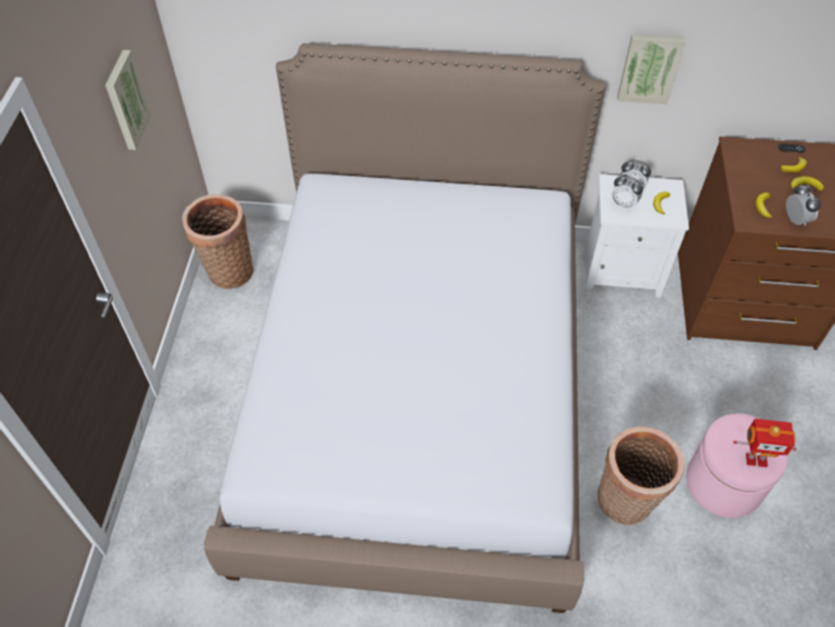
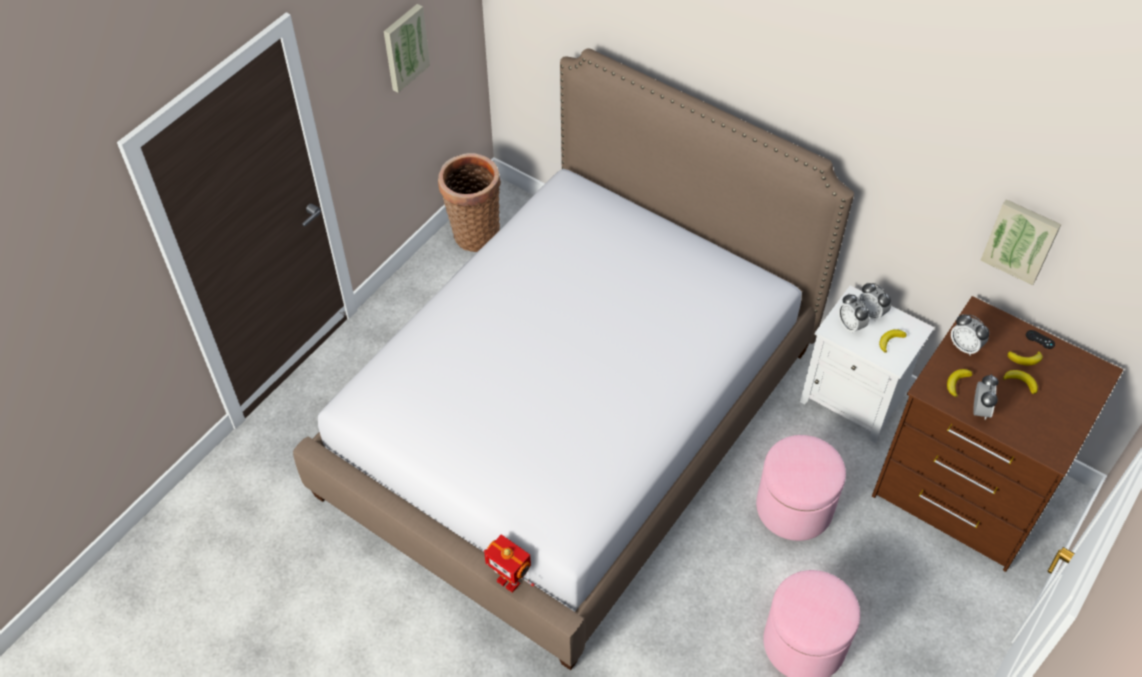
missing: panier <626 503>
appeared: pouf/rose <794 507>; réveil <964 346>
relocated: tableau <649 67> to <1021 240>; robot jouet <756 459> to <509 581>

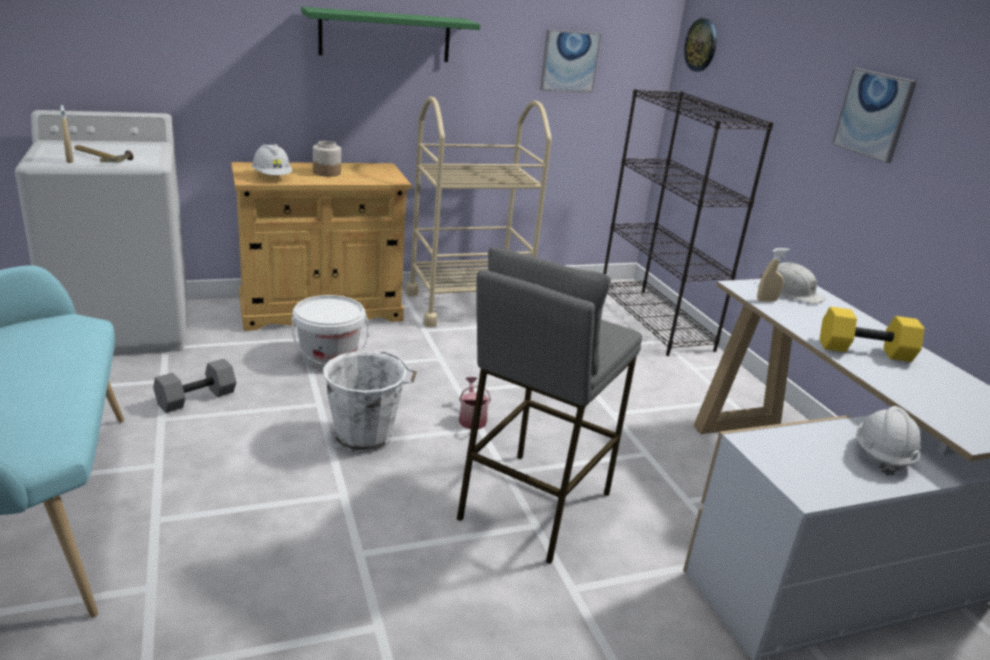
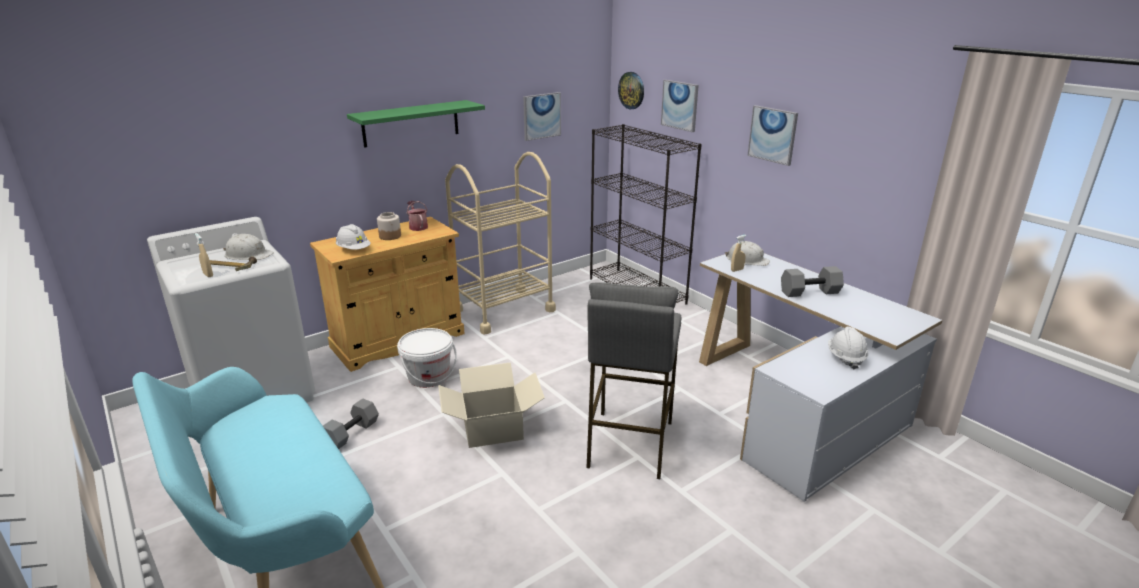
appeared: casque de chantier/blanc <248 255>; tableau <680 105>
relocated: arrosoir <472 418> to <417 226>
exchanged: seau/blanc <366 437> to carton <492 429>
colour: haltère/jaune <864 351> to haltère/gris <809 293>

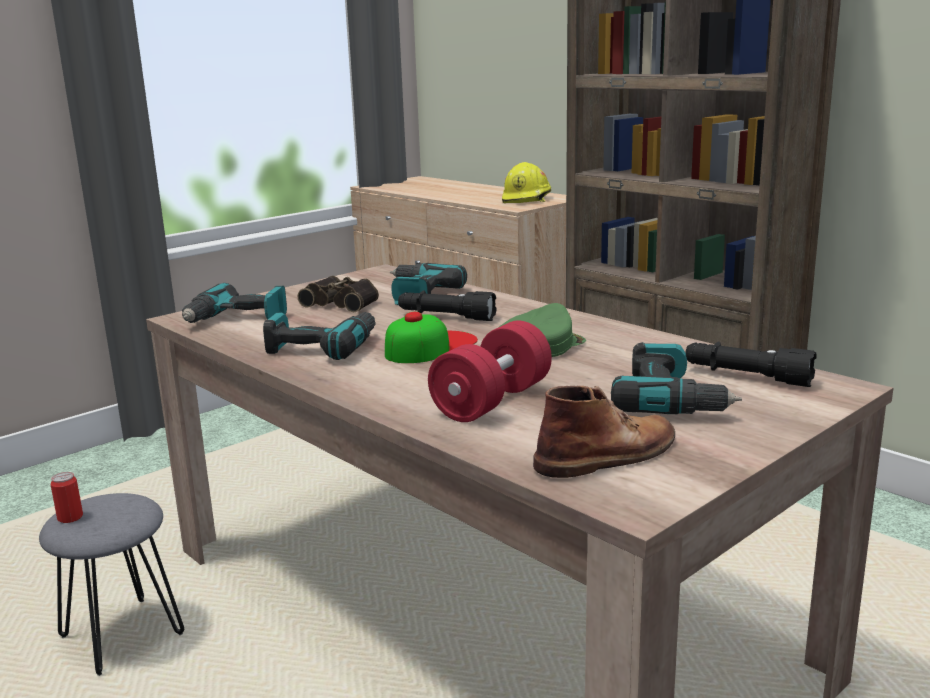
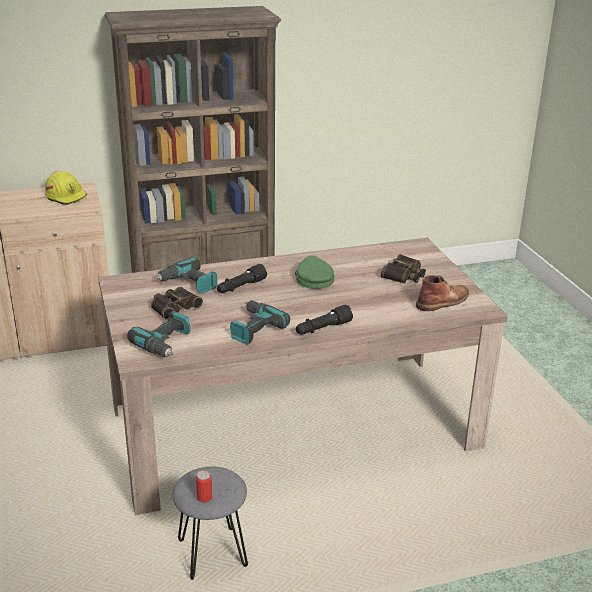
missing: casquette <430 346>; haltère/rouge <492 401>
relocated: lampe de poche/noir <746 377> to <323 329>
exchanged: perceuse <670 400> to jumelles <404 275>
spun: botte/marron <609 455> = <443 301> 60 degrees clockwise

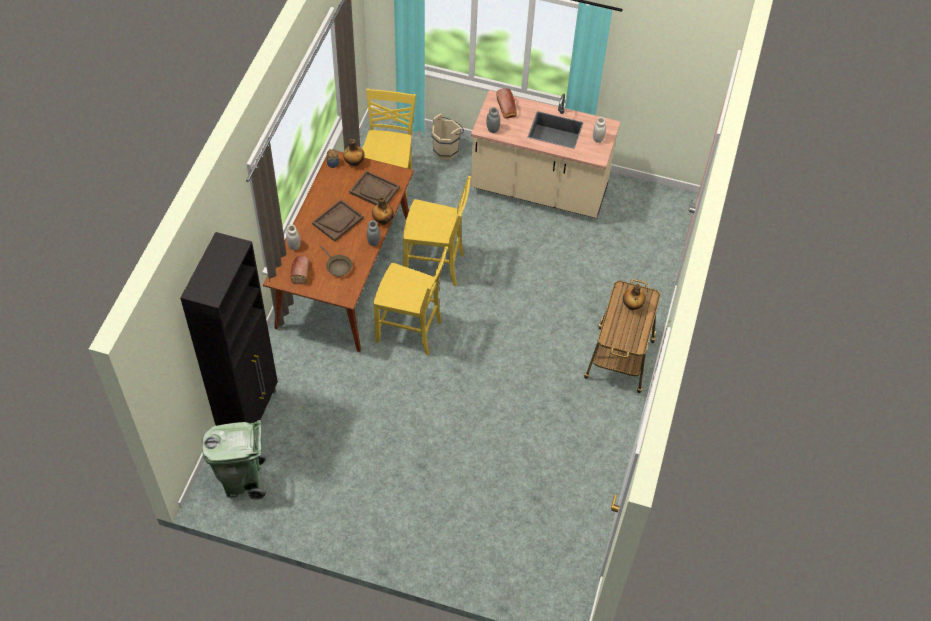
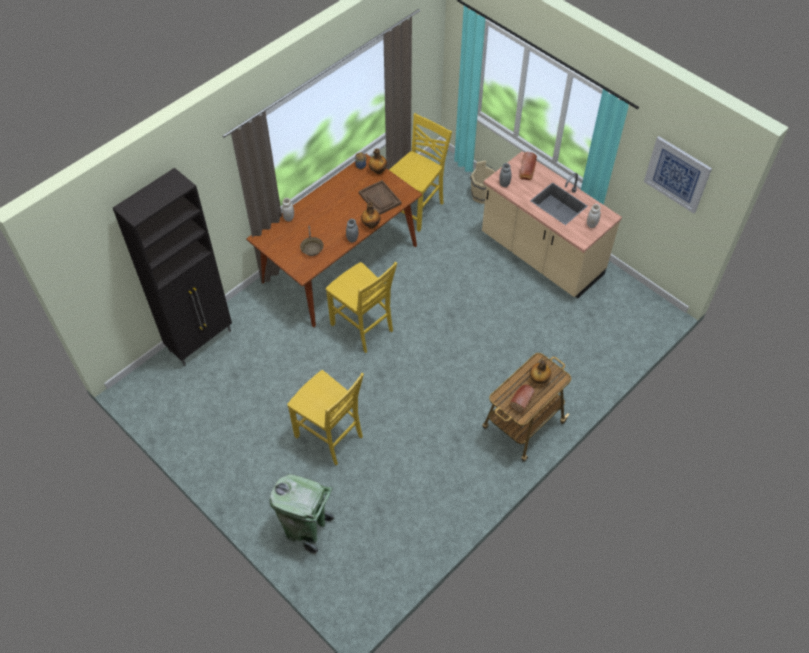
missing: plateau/marron <338 221>
appeared: tableau <677 174>
relocated: poubelle/vert <243 480> to <306 529>; pain <300 272> to <522 400>; chaise/jaune <435 266> to <330 437>

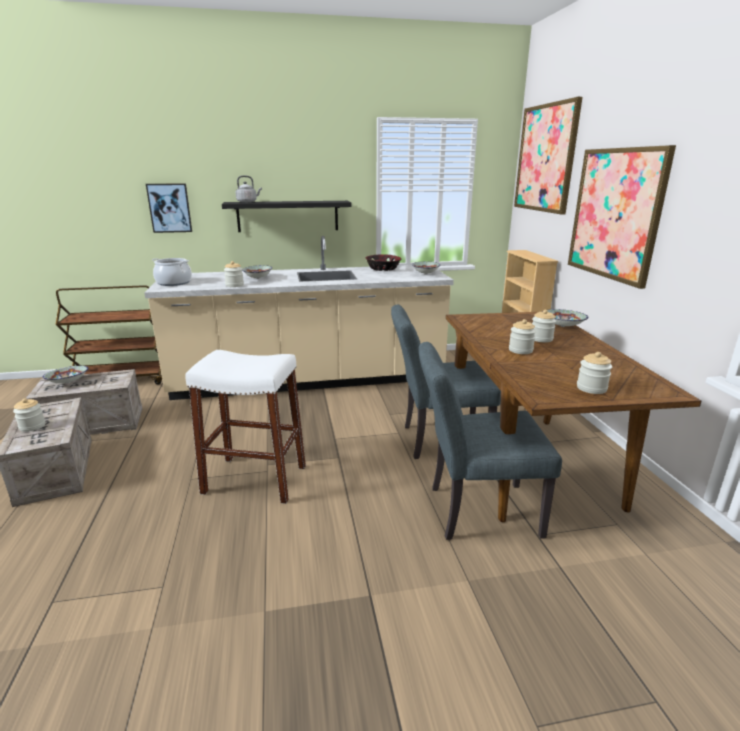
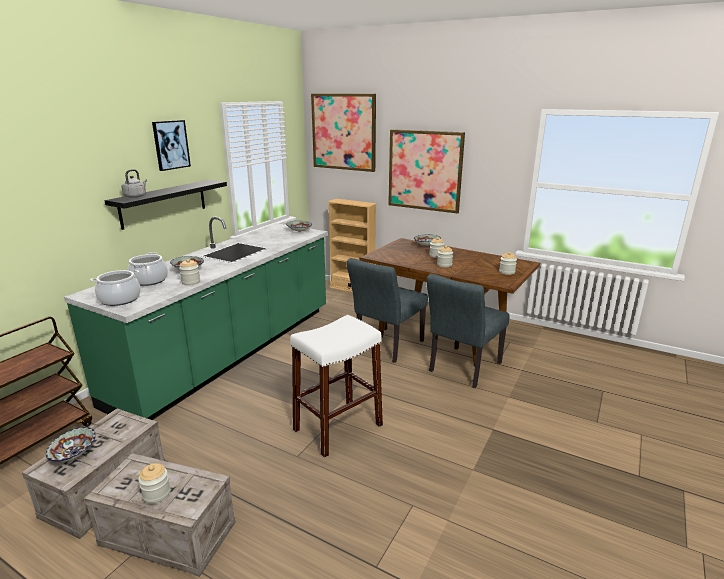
missing: bol <383 269>
appeared: marmite <149 280>
relocated: tableau <169 208> to <170 145>
colour: comptoir de cuisine/beige <309 380> to comptoir de cuisine/vert <231 352>

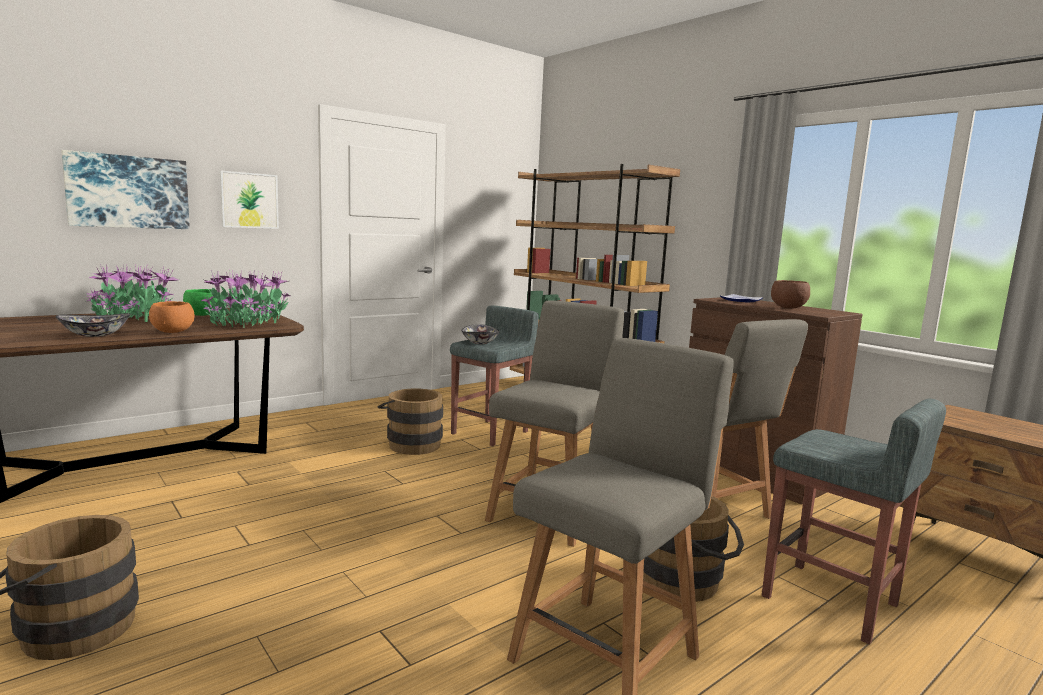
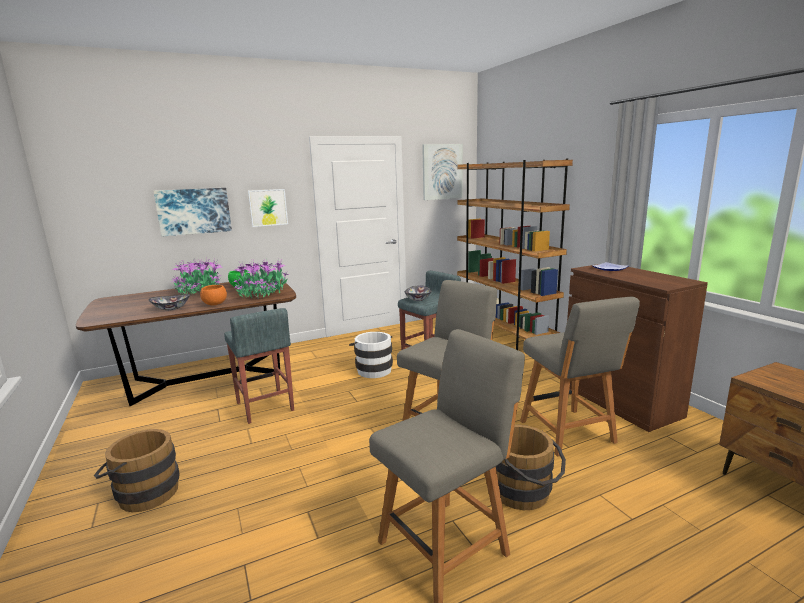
missing: bol/marron <788 308>
appeared: tableau <442 172>
relocated: tabouret/gris <831 602> to <265 407>
colour: seau/marron <411 444> to seau/blanc <373 369>

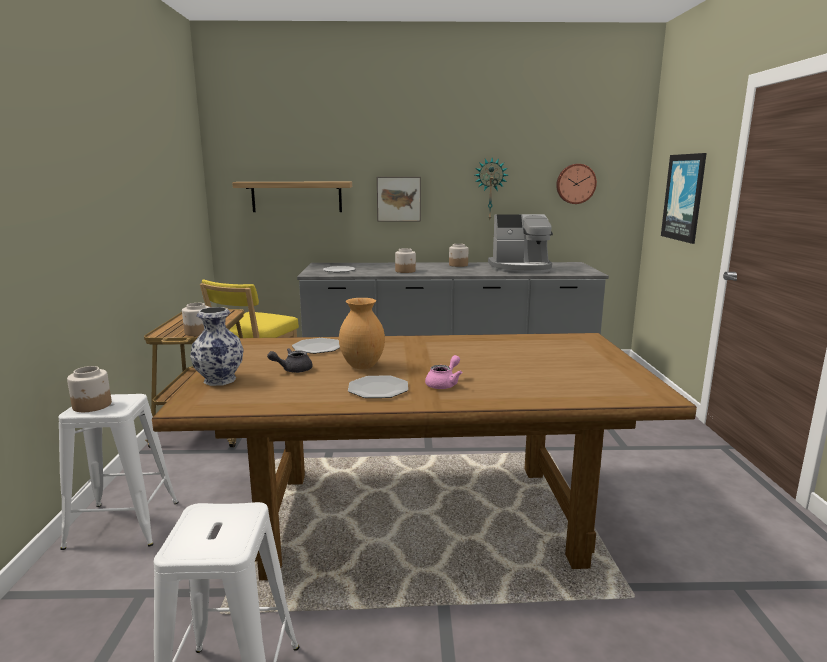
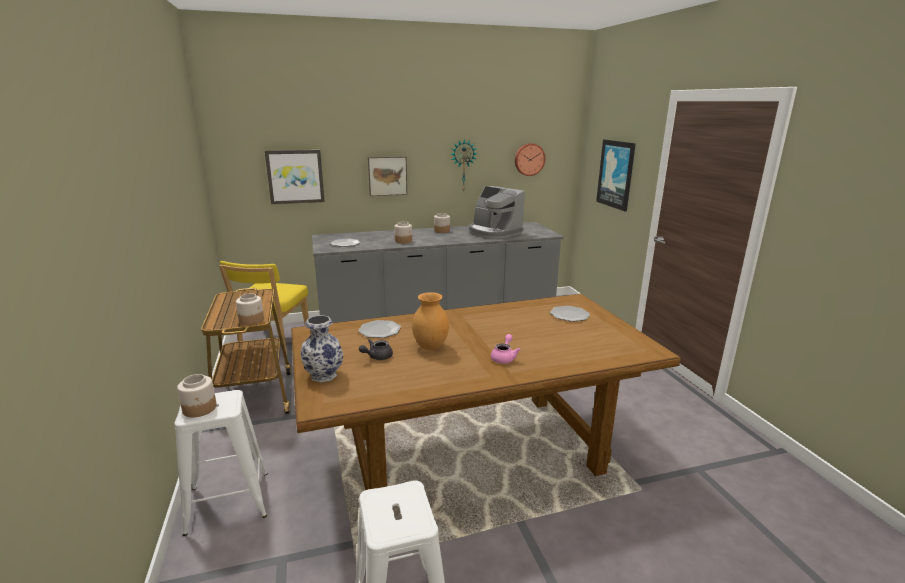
relocated: assiette <378 389> to <569 315>
exchanged: étagère <296 197> to tableau <295 176>
spun: machine à café <520 268> = <494 232> 60 degrees clockwise

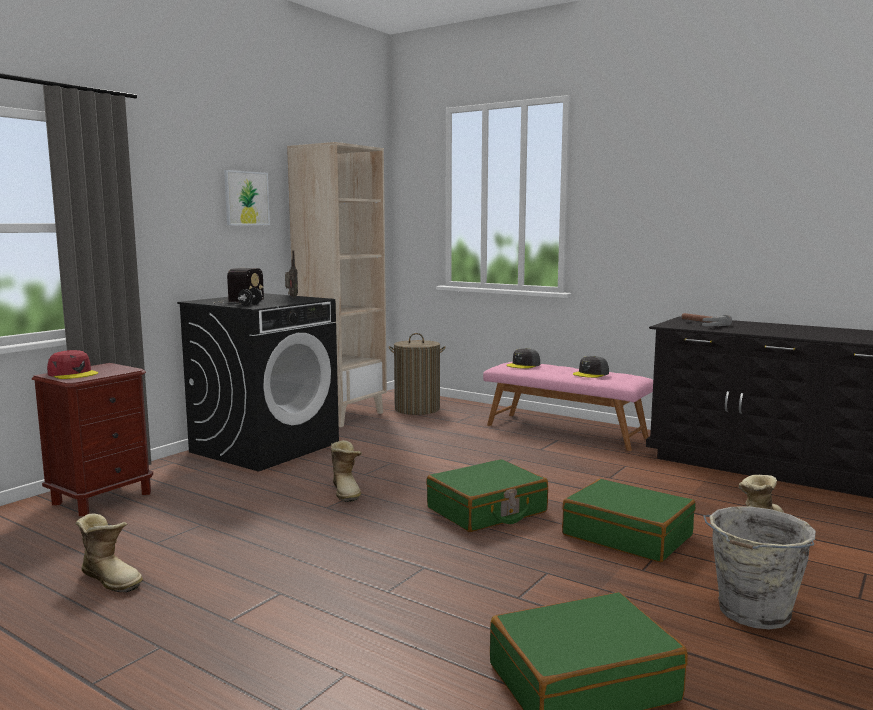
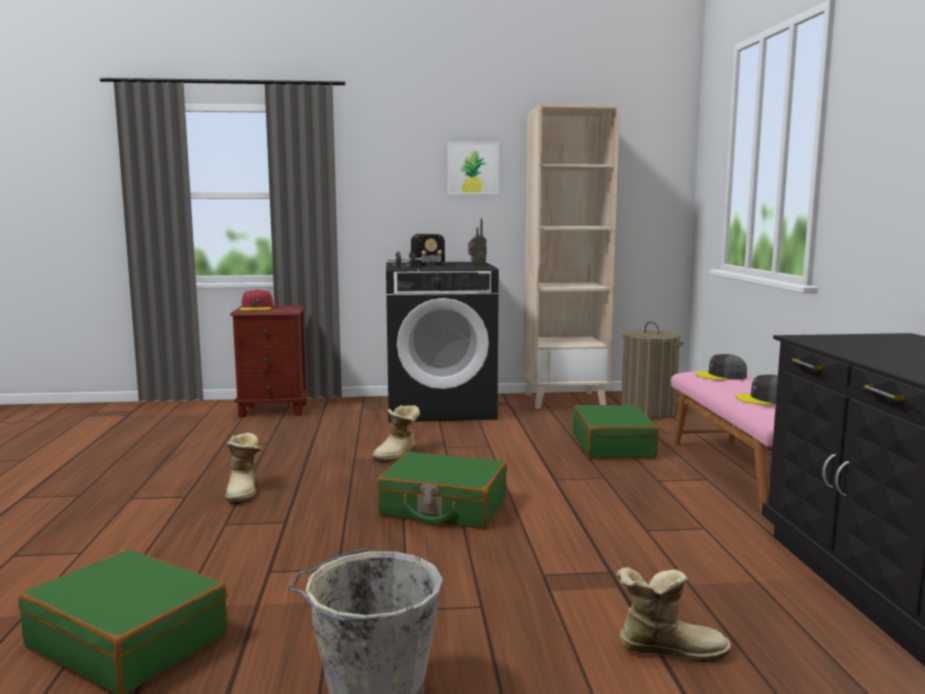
missing: marteau <699 324>
relocated: botte <112 578> to <244 491>; valise/vert <627 535> to <613 446>

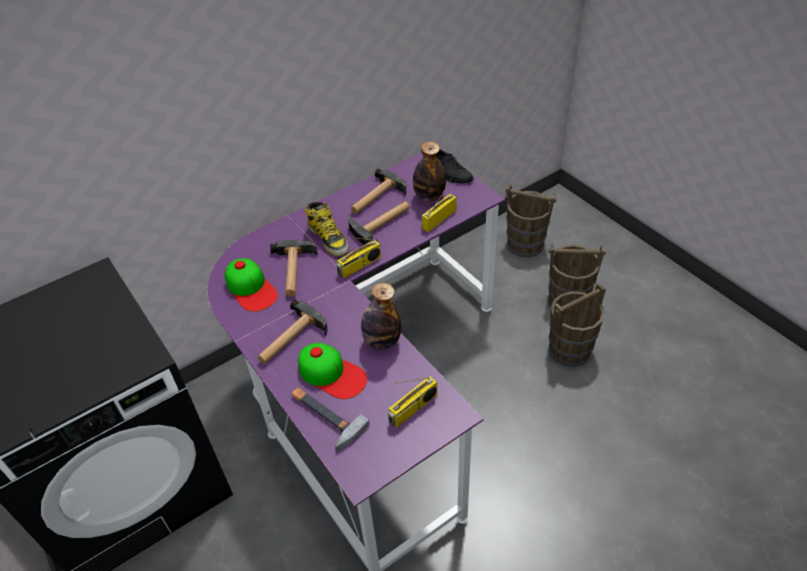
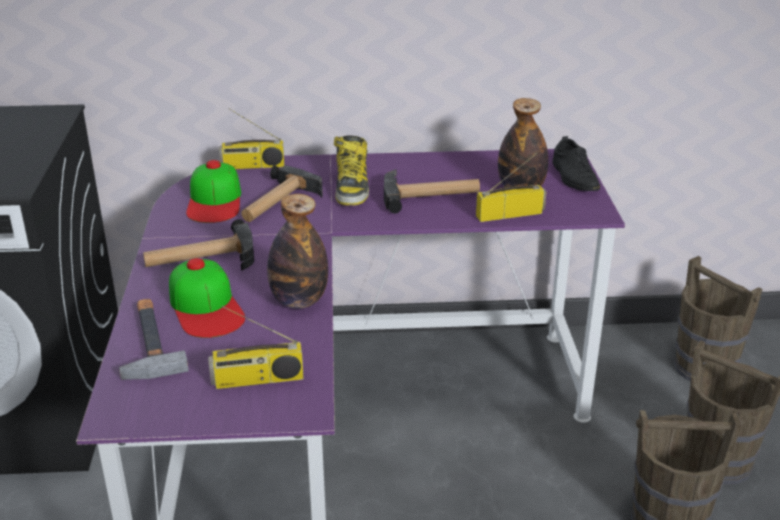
missing: marteau <376 198>
relocated: radio <359 266> to <252 166>

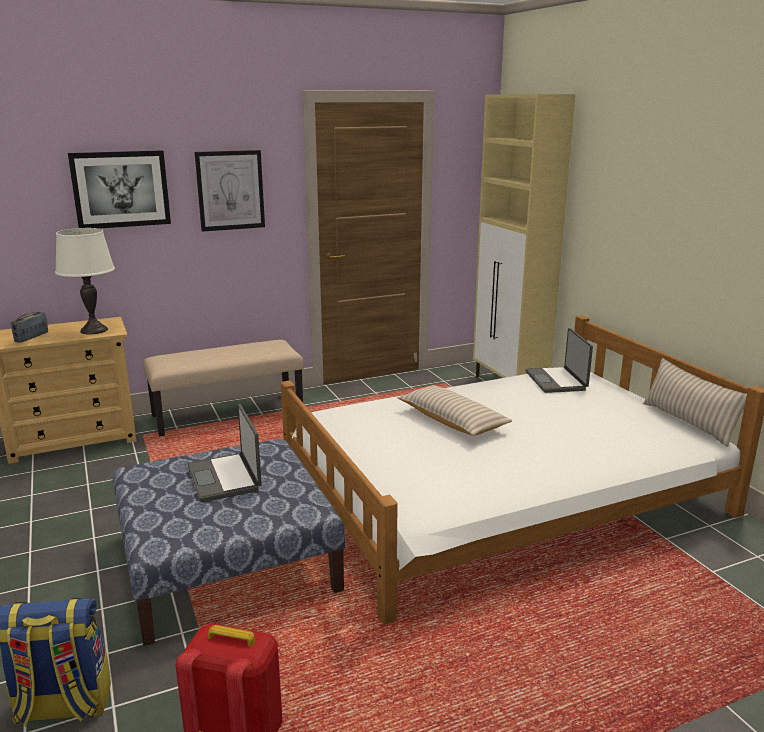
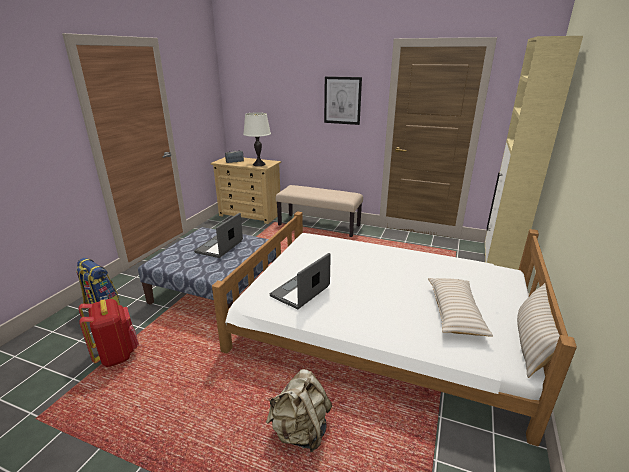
missing: tableau <121 189>
appeared: sac à dos/beige <300 431>
relocated: coussin/beige <452 421> to <455 313>; ordinateur portable <557 381> to <301 292>

